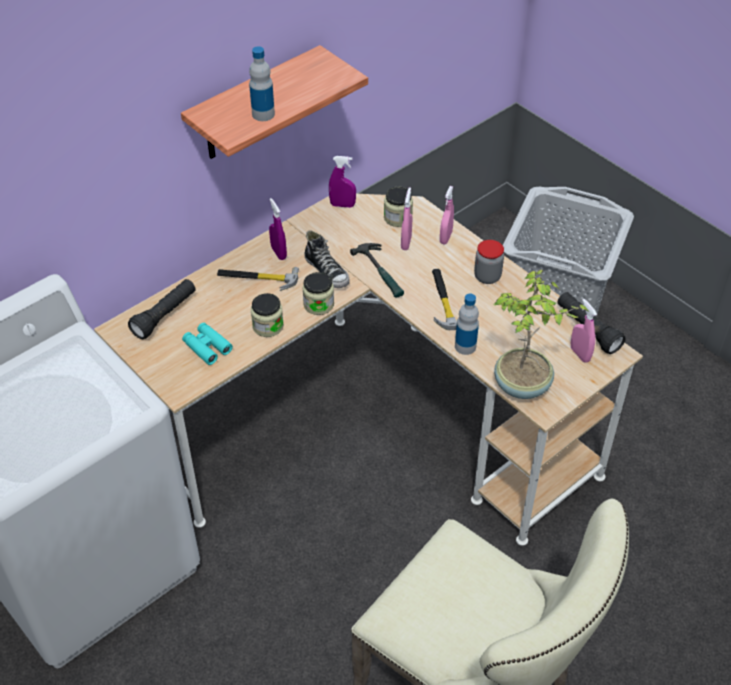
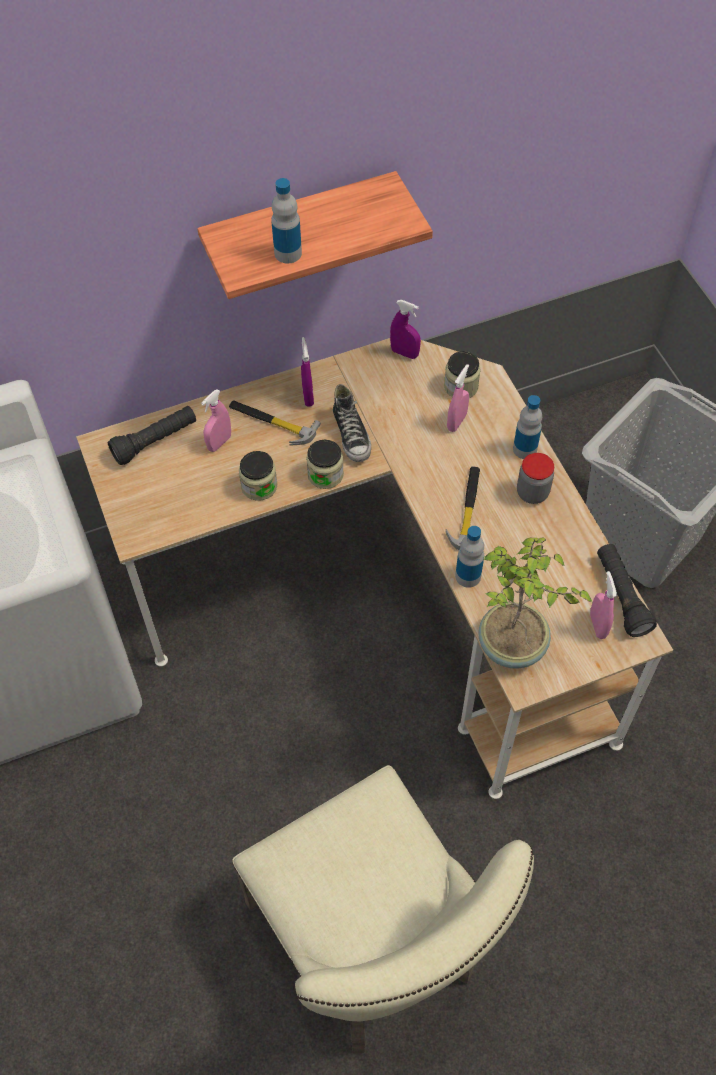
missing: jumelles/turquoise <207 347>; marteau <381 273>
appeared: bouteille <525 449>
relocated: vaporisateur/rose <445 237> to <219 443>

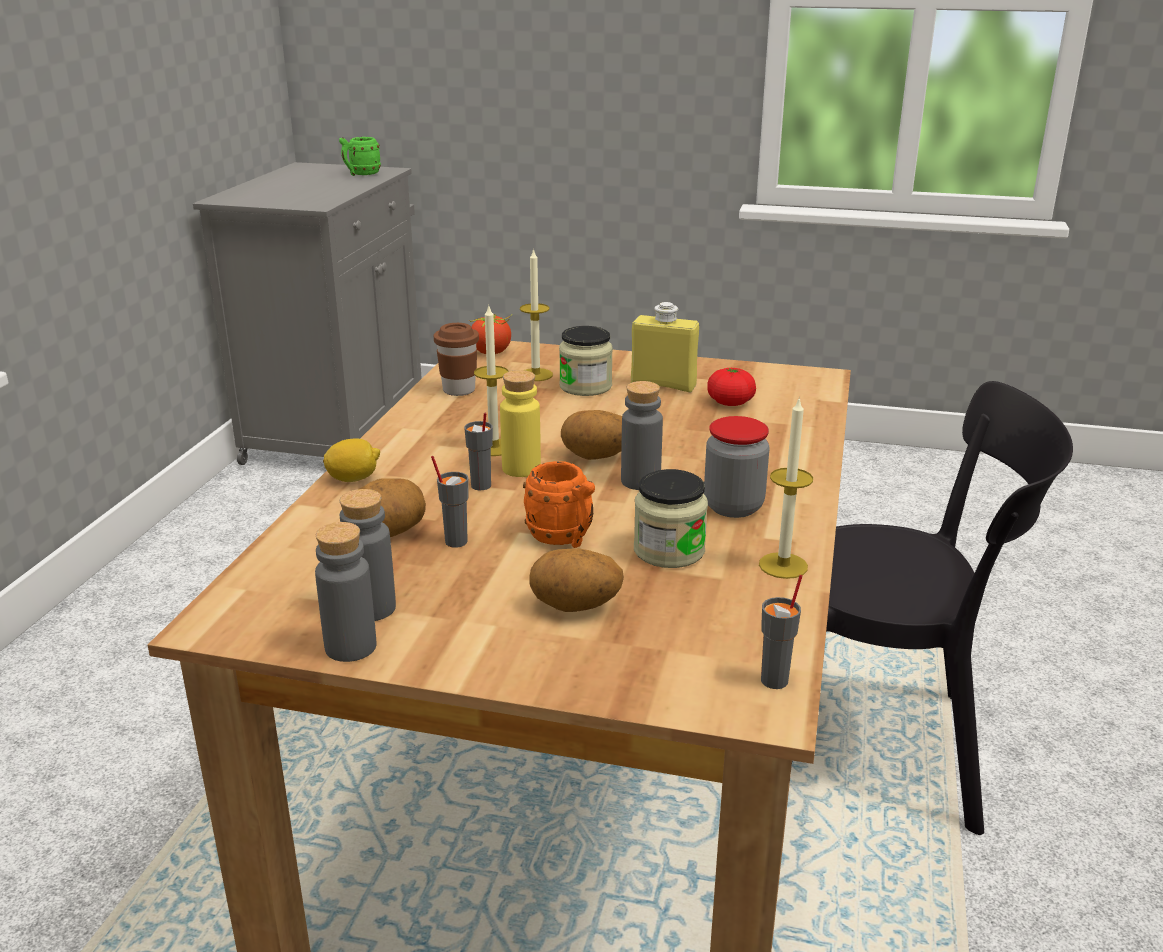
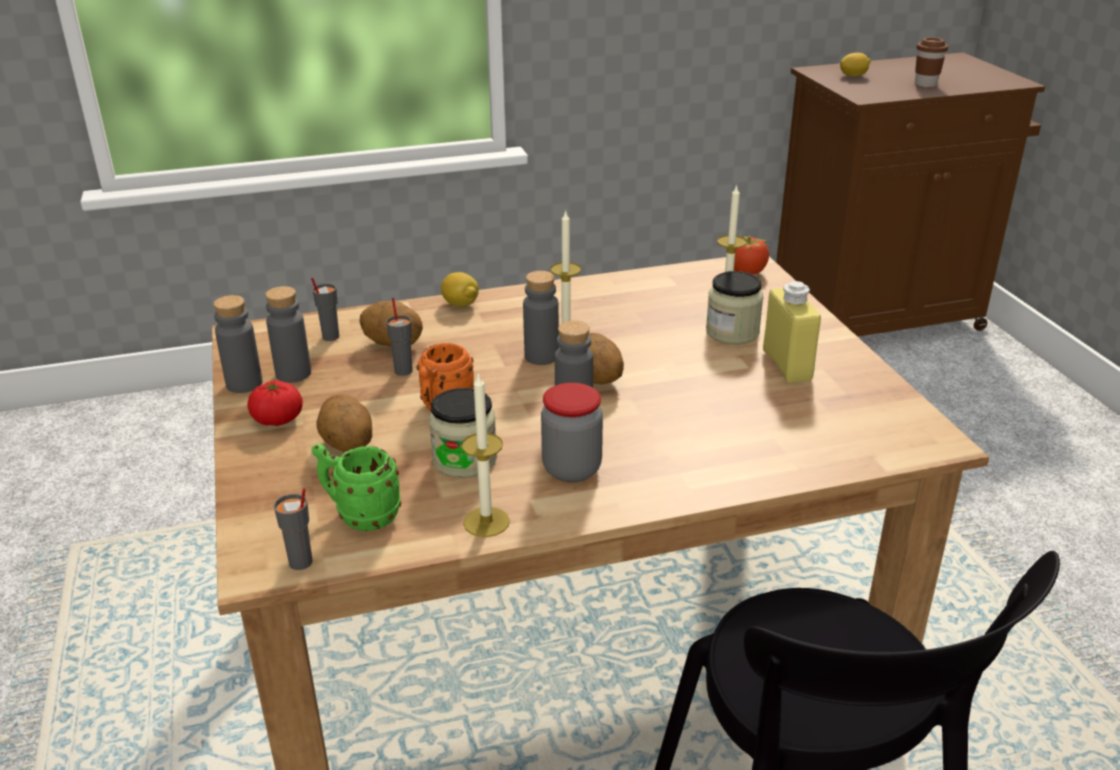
appeared: citron <853 76>
relocated: mug/vert <361 174> to <360 515>; tasse/marron <459 390> to <925 85>; tasse/gris <481 486> to <330 337>; tomate <730 403> to <278 419>
colour: meuble de rangement/gris <338 431> to meuble de rangement/marron <878 316>; bouteille/jaune <521 469> to bouteille/gris <541 356>

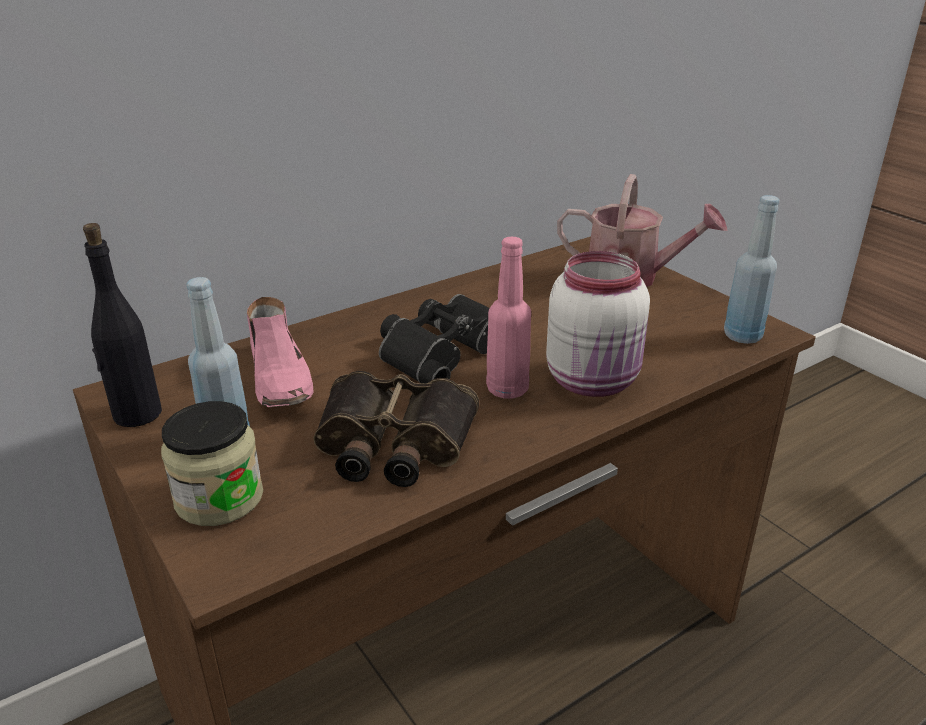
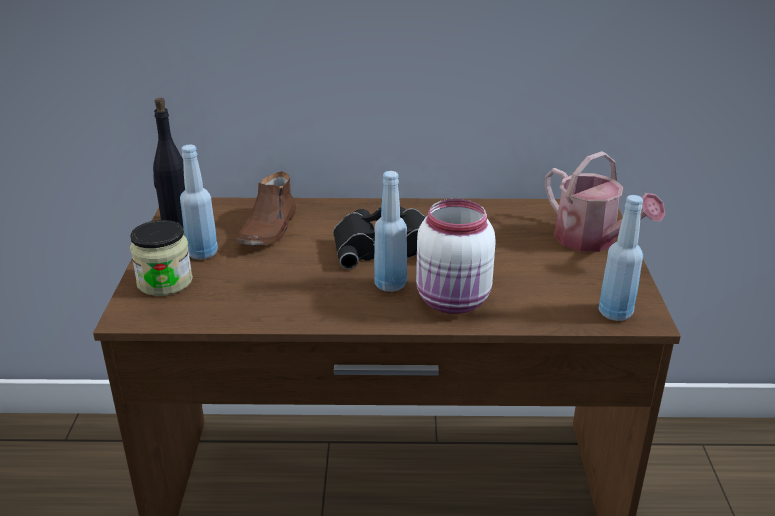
missing: jumelles <392 444>
colour: chaussure/rose <281 379> to chaussure/marron <269 229>; bouteille/rose <507 389> to bouteille/bleu <390 284>

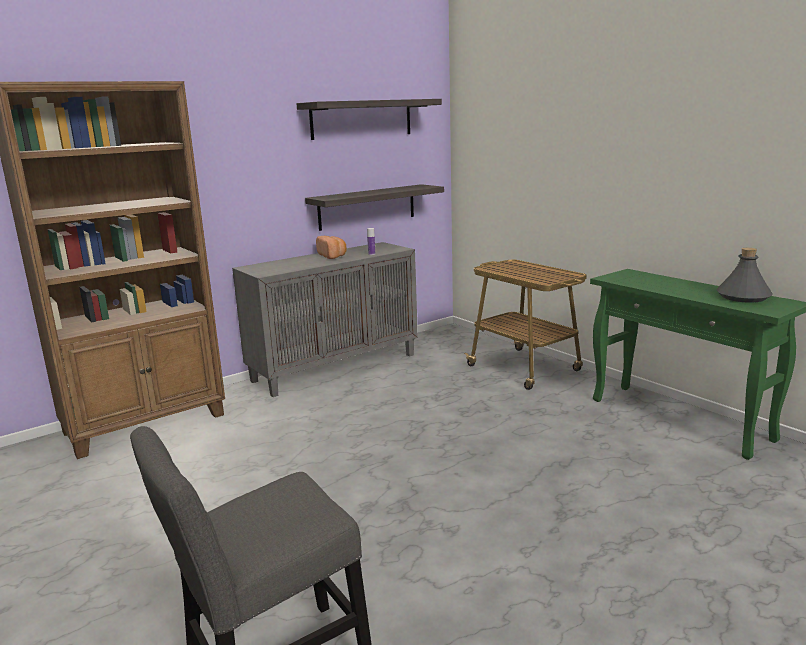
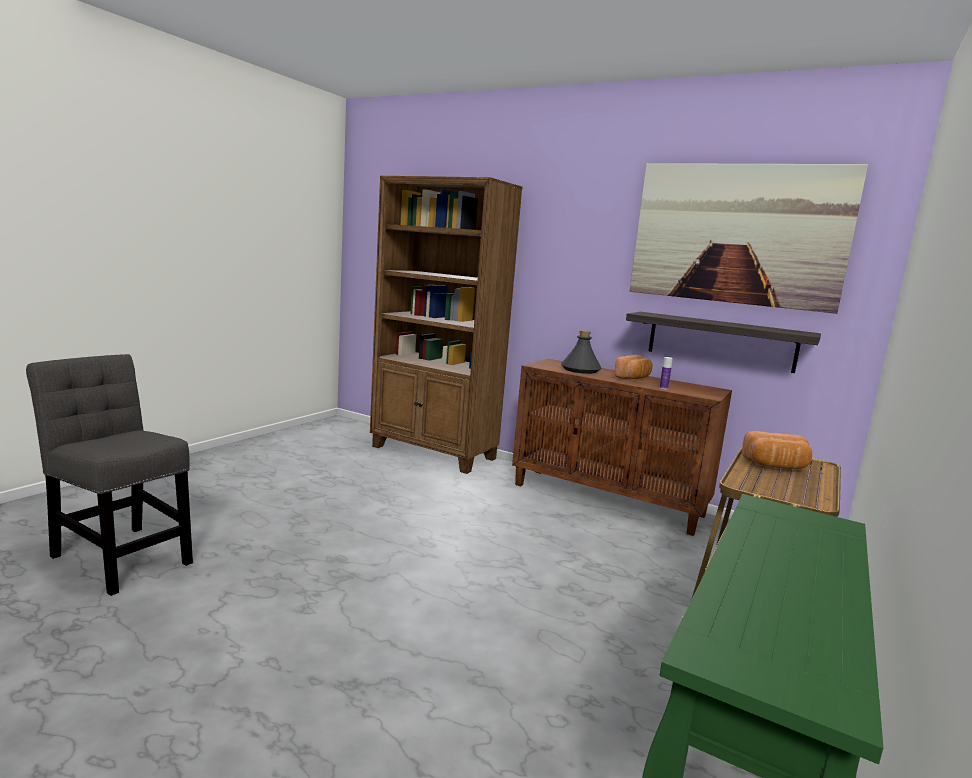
appeared: pain <776 466>
relocated: bouteille/gris <742 297> to <580 370>
exchanged: étagère <361 119> to tableau <737 234>
colour: meuble de rangement/gris <335 367> to meuble de rangement/marron <608 500>

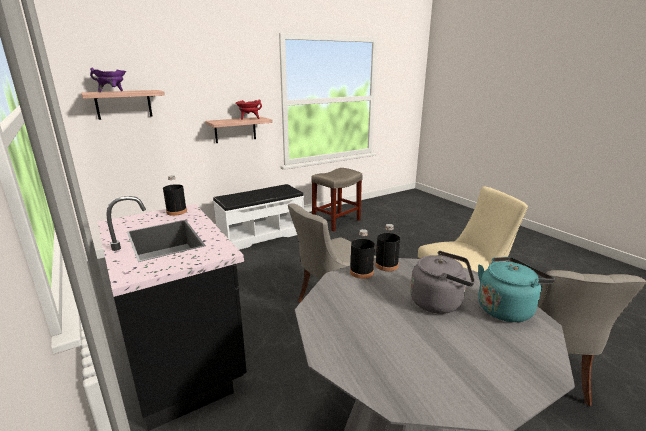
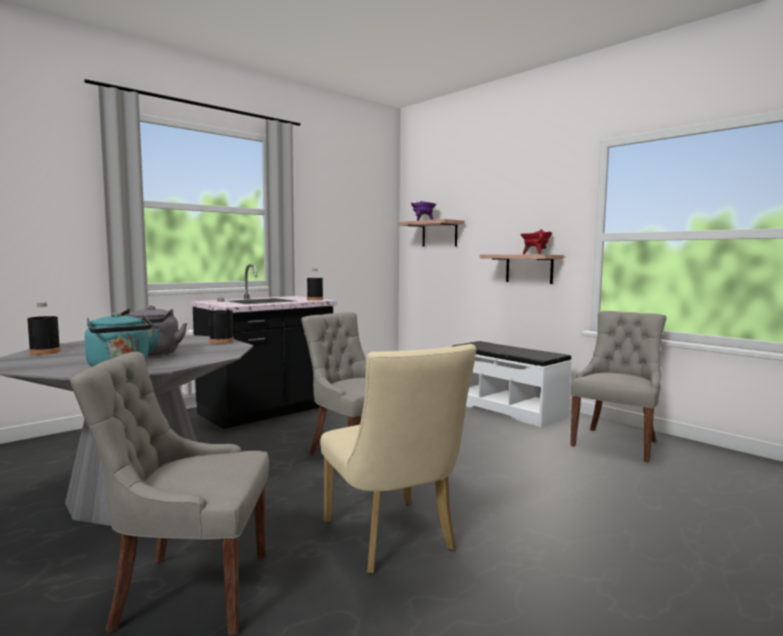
relocated: bouteille/noir <386 265> to <45 352>
exchanged: tabouret/beige <336 221> to chaise/gris <616 443>

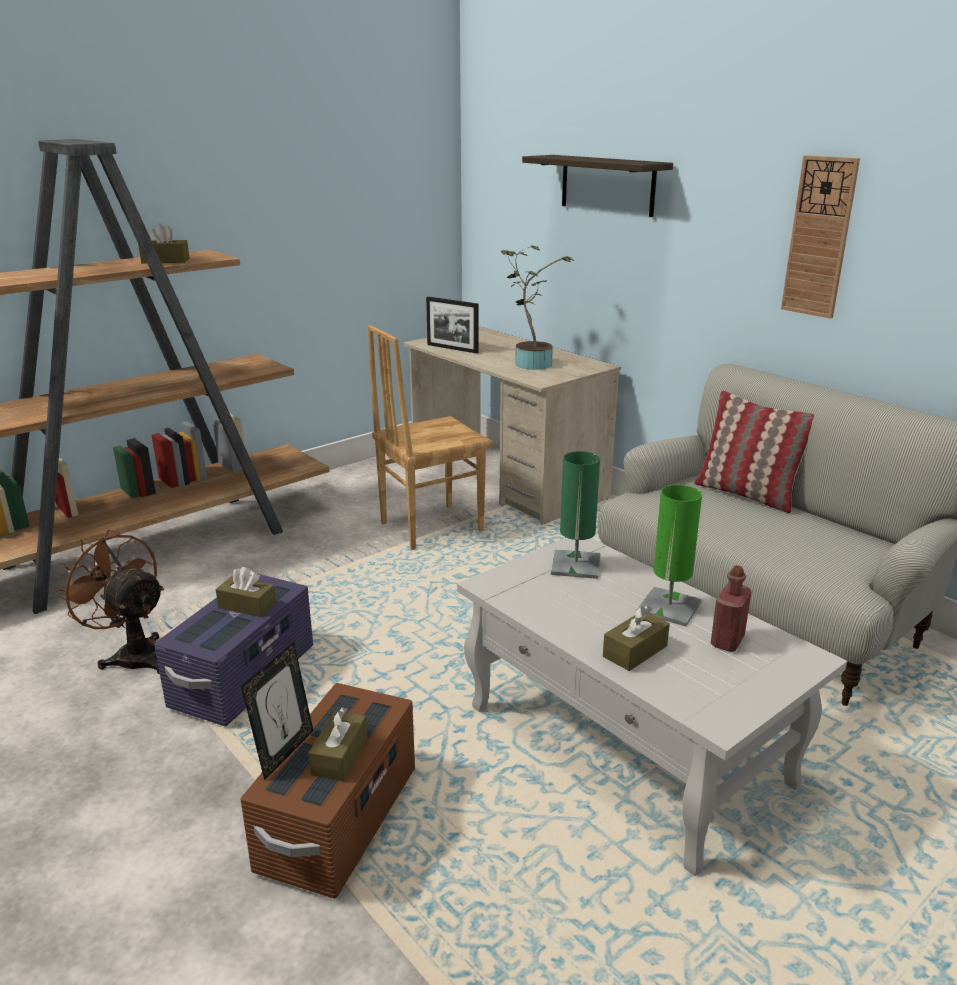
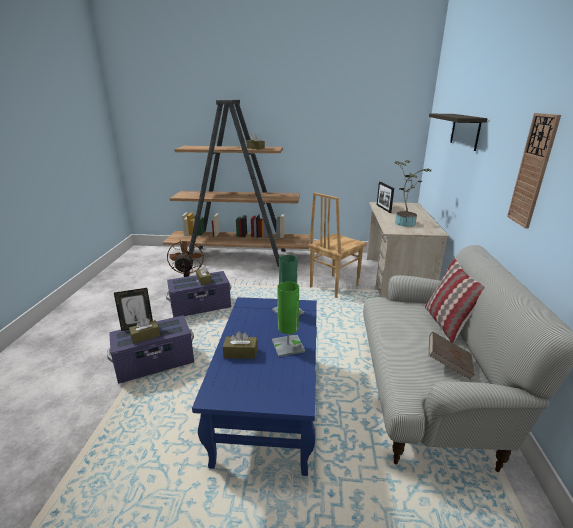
missing: bouteille/rouge <727 641>
appeared: livre/marron <448 364>
colour: boîte de rangement/marron <340 820> to boîte de rangement/violet <155 363>; table basse/blanc <628 746> to table basse/bleu <268 406>
spun: chaise/marron <430 527> = <333 286> 60 degrees counterclockwise

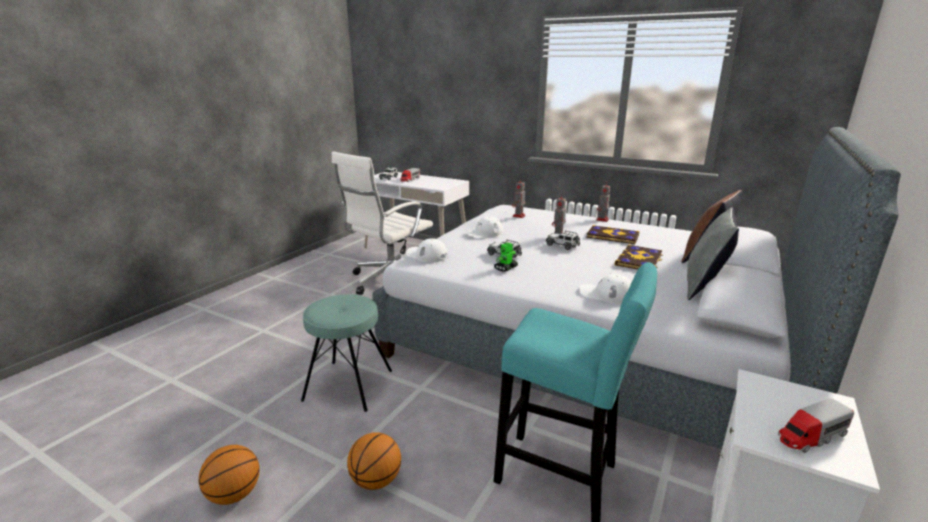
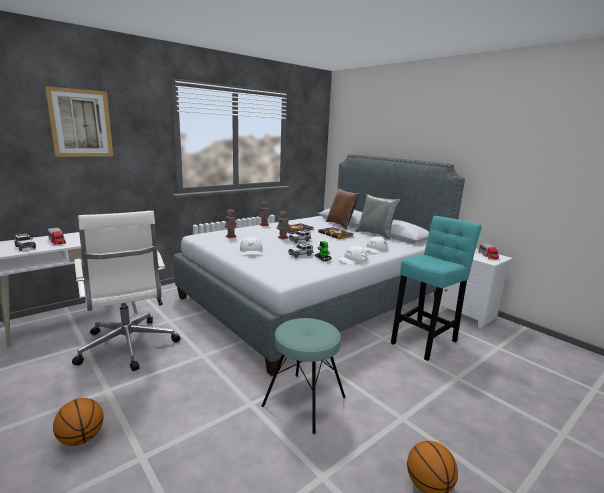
appeared: tableau <81 123>
relocated: ballon de basket <375 480> to <81 439>; casquette/blanc <426 255> to <352 259>

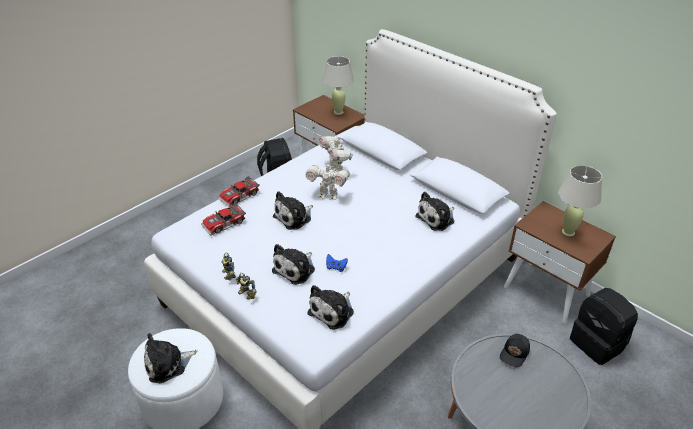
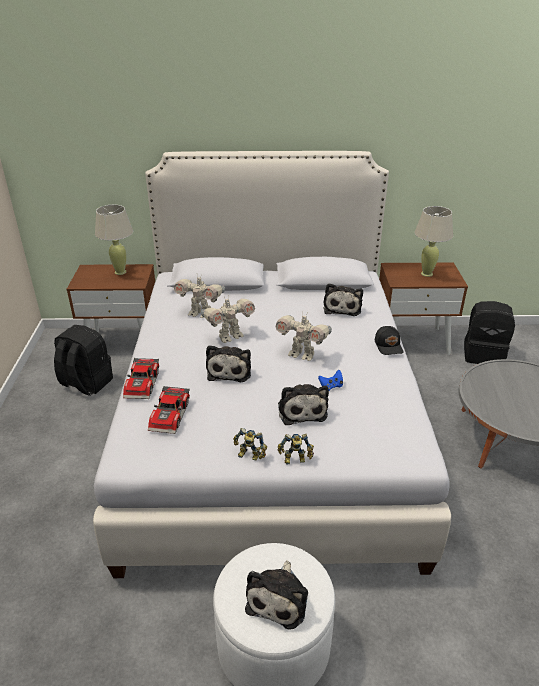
missing: peluche <333 311>
appeared: robot jouet <302 354>
relocated: casquette/noir <515 353> to <389 346>

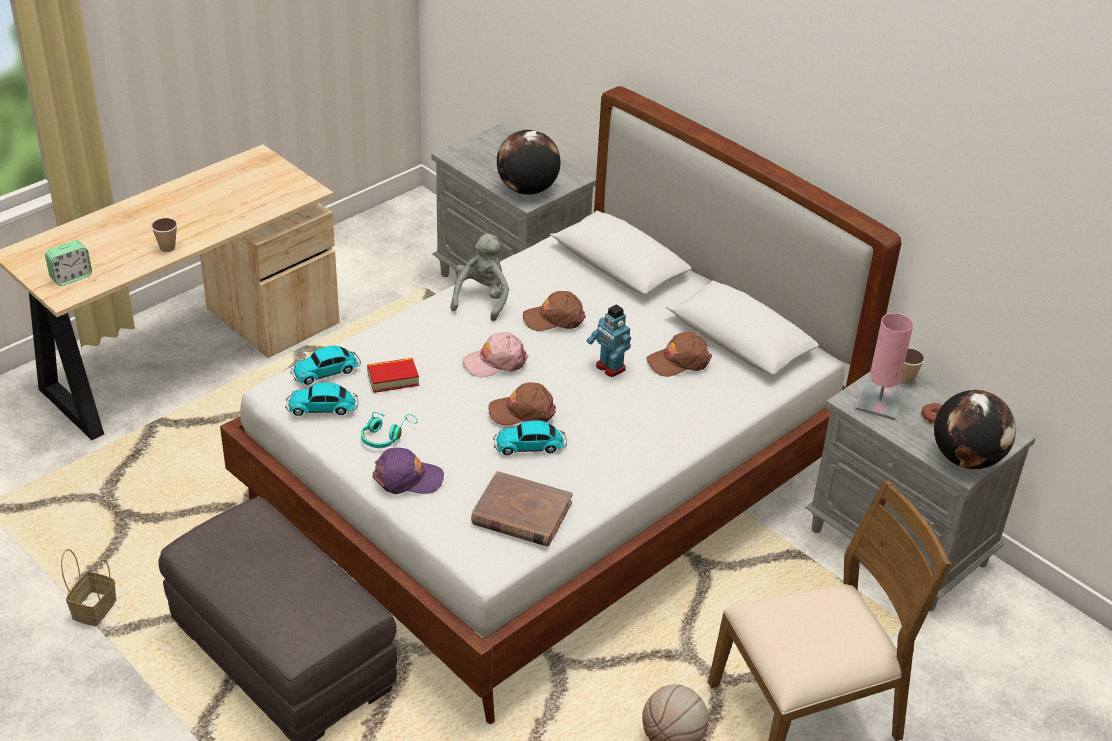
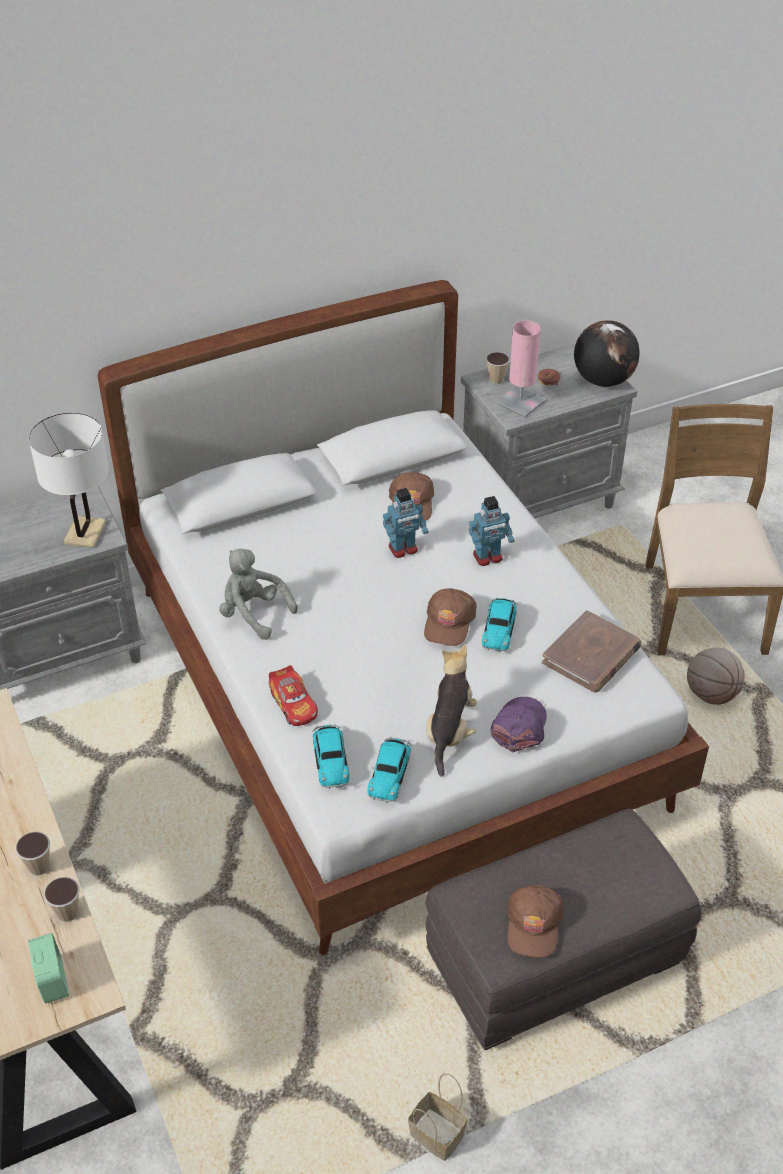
missing: livre <393 379>; casquette/rose <495 361>
appeared: tasse <67 913>; petite voiture <293 704>; robot jouet <488 557>
relocated: casquette/marron <554 318> to <533 924>
exchanged: casque audio/turquoise <386 436> to peluche <450 731>; globe <527 190> to lampe de table/blanc <85 533>

